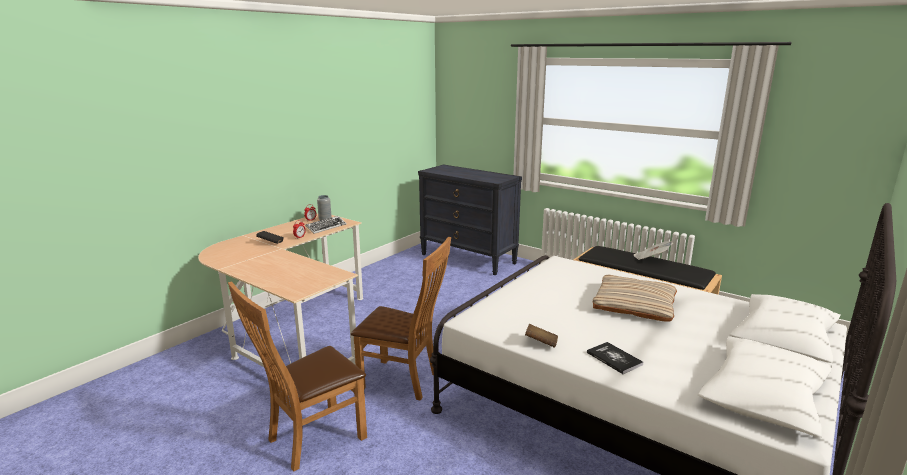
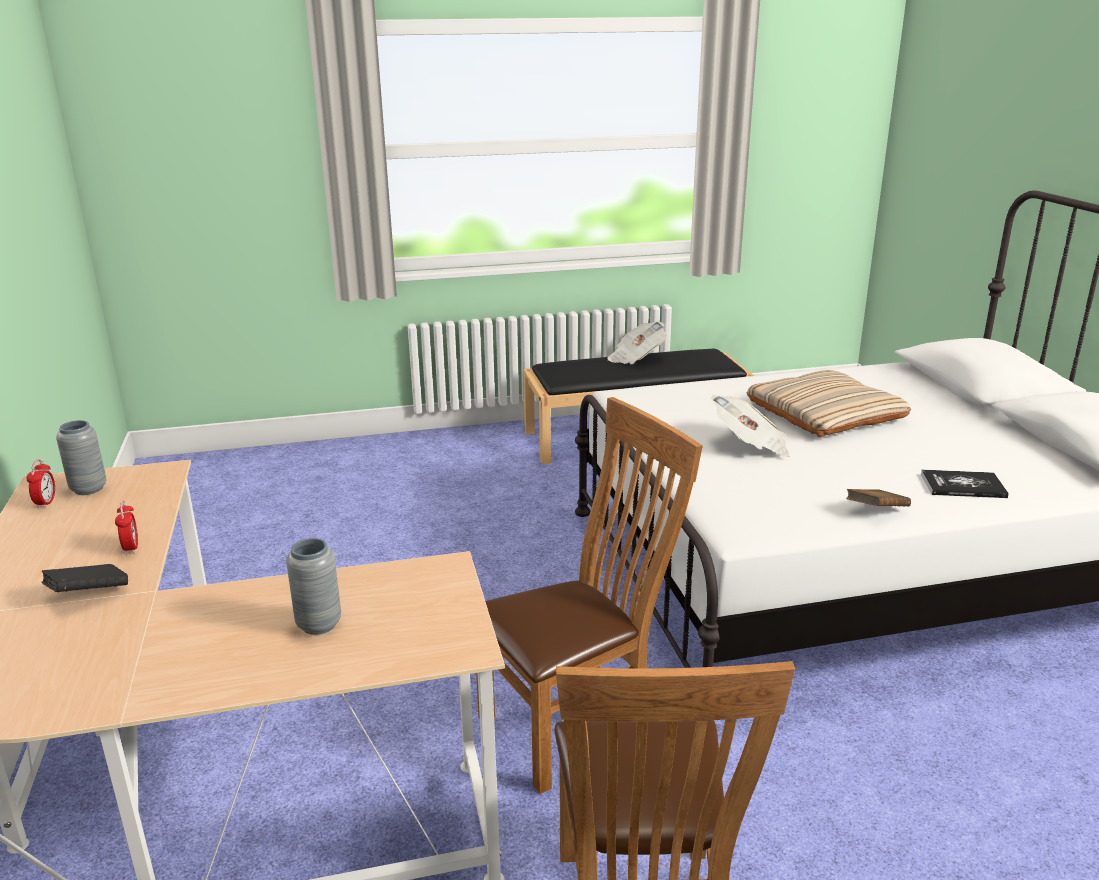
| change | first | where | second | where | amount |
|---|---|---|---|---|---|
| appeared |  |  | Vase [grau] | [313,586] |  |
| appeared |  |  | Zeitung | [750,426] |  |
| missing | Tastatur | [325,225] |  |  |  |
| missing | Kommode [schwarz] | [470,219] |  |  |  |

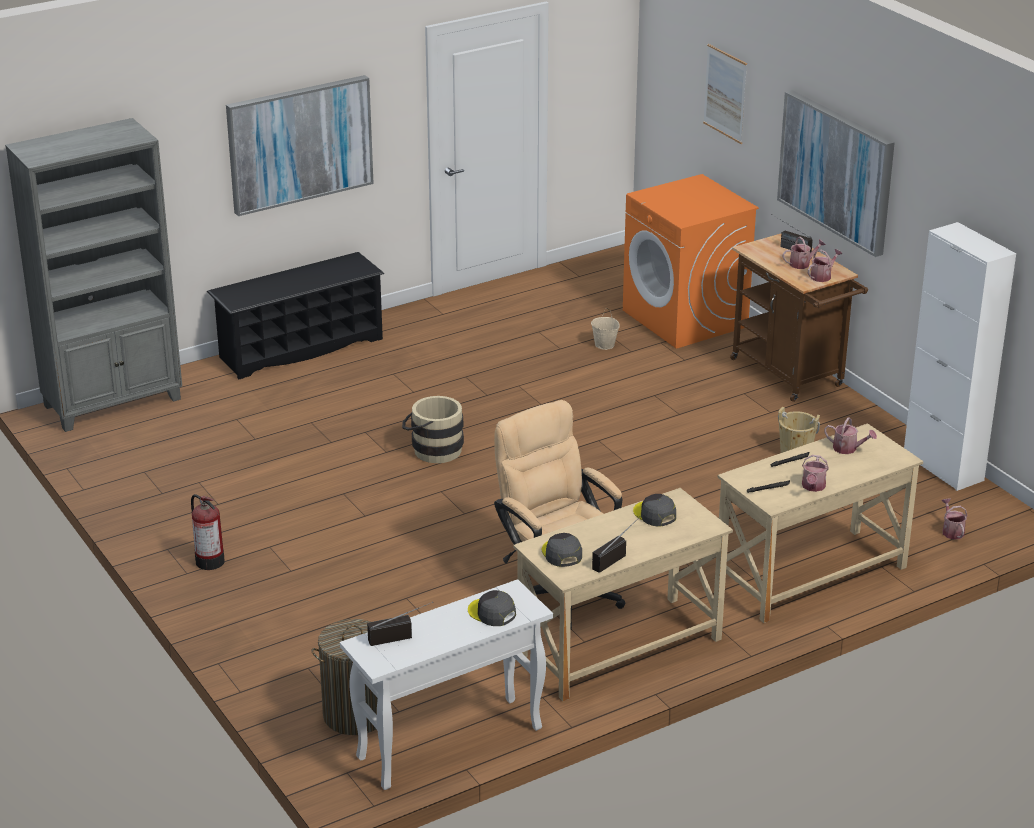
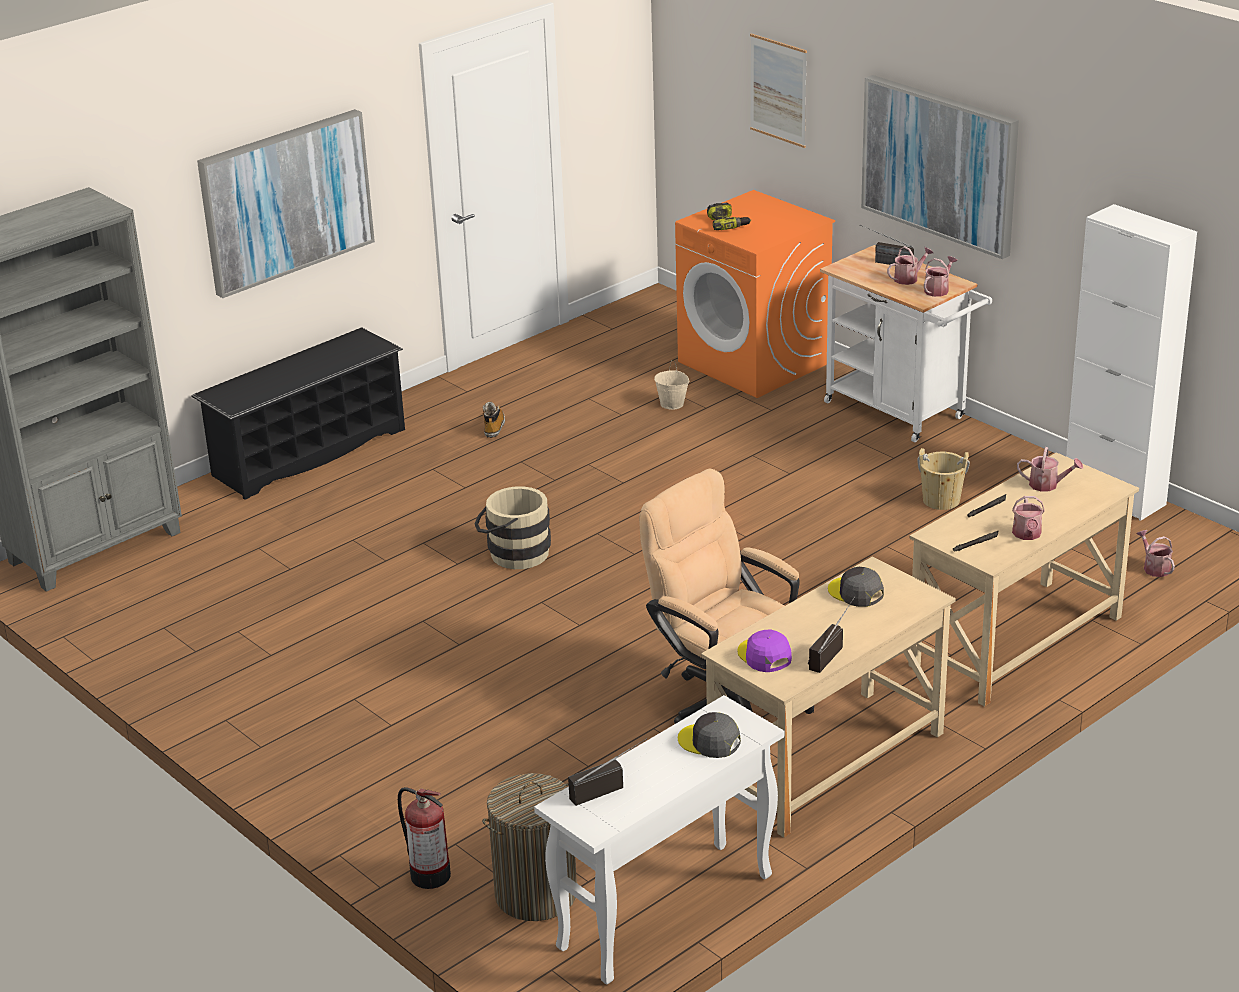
| change | first | where | second | where | amount |
|---|---|---|---|---|---|
| relocated | Feuerlöscher | [208,532] |  | [424,838] |  |
| appeared |  |  | Stiefel | [494,420] |  |
| appeared |  |  | Bohrmaschine | [729,216] |  |
| colour | Kappe [grau] | [562,550] | Kappe [lila] | [765,651] |  |
| colour | Rollwagen [braun] | [799,318] | Rollwagen [weiß] | [906,343] |  |

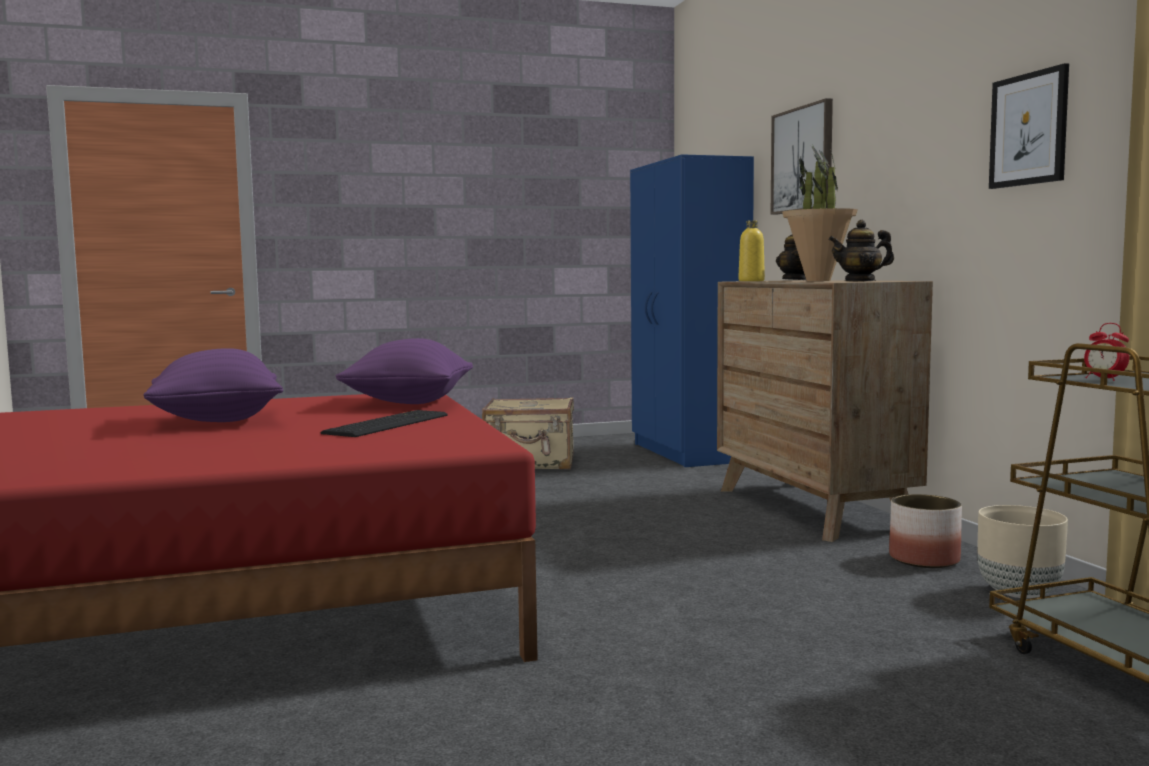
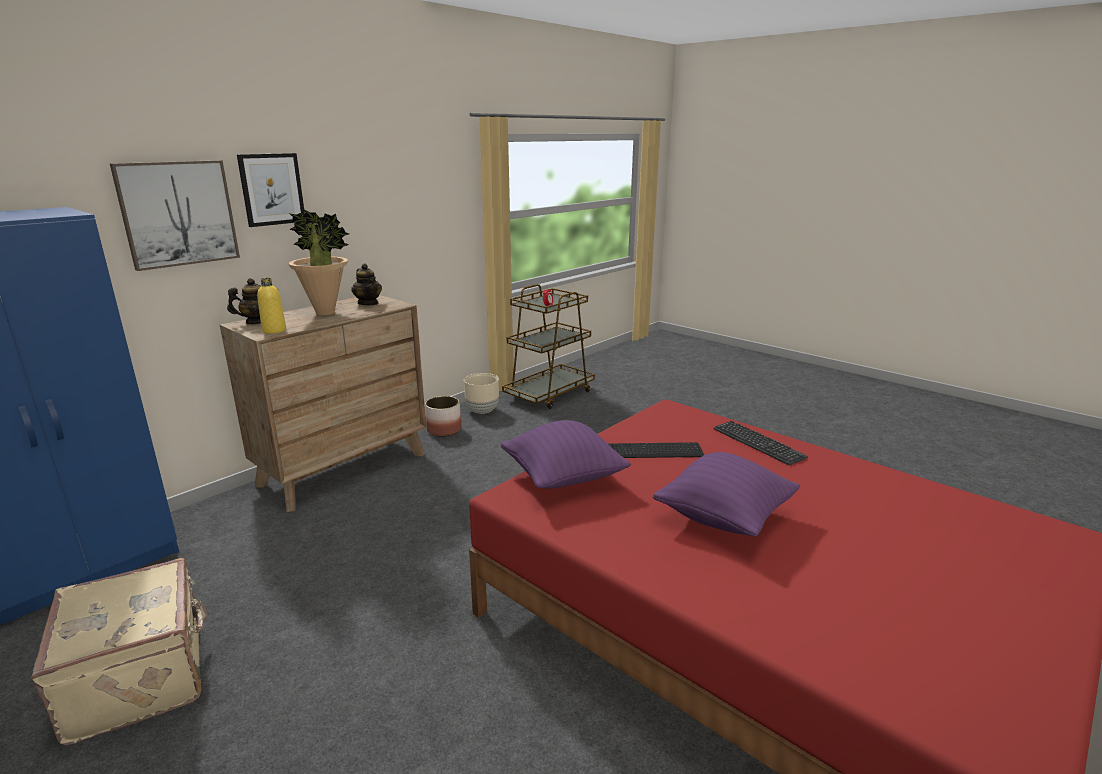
| change | first | where | second | where | amount |
|---|---|---|---|---|---|
| relocated | Bild | [1029,126] |  | [271,190] |  |
| appeared |  |  | Tastatur | [760,443] |  |

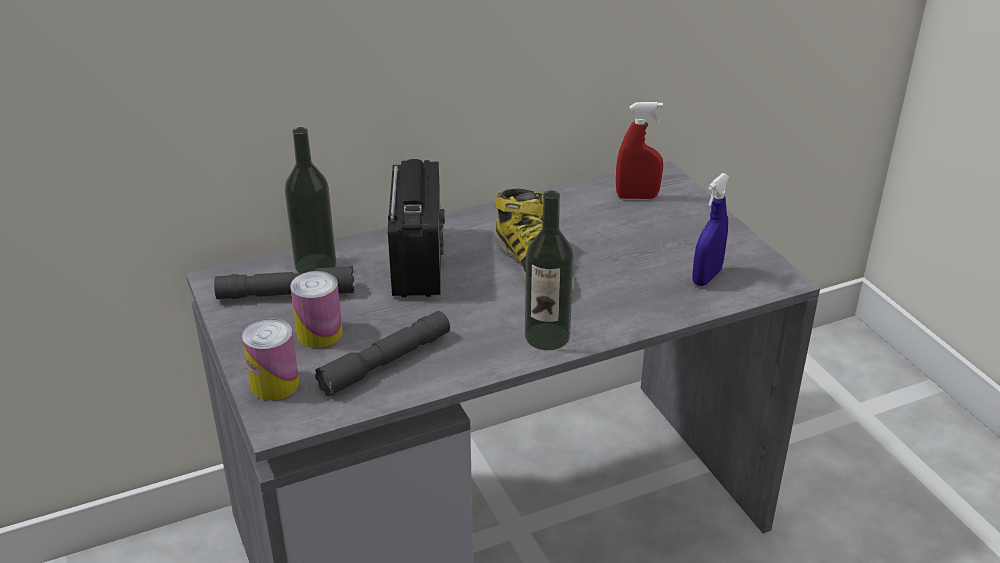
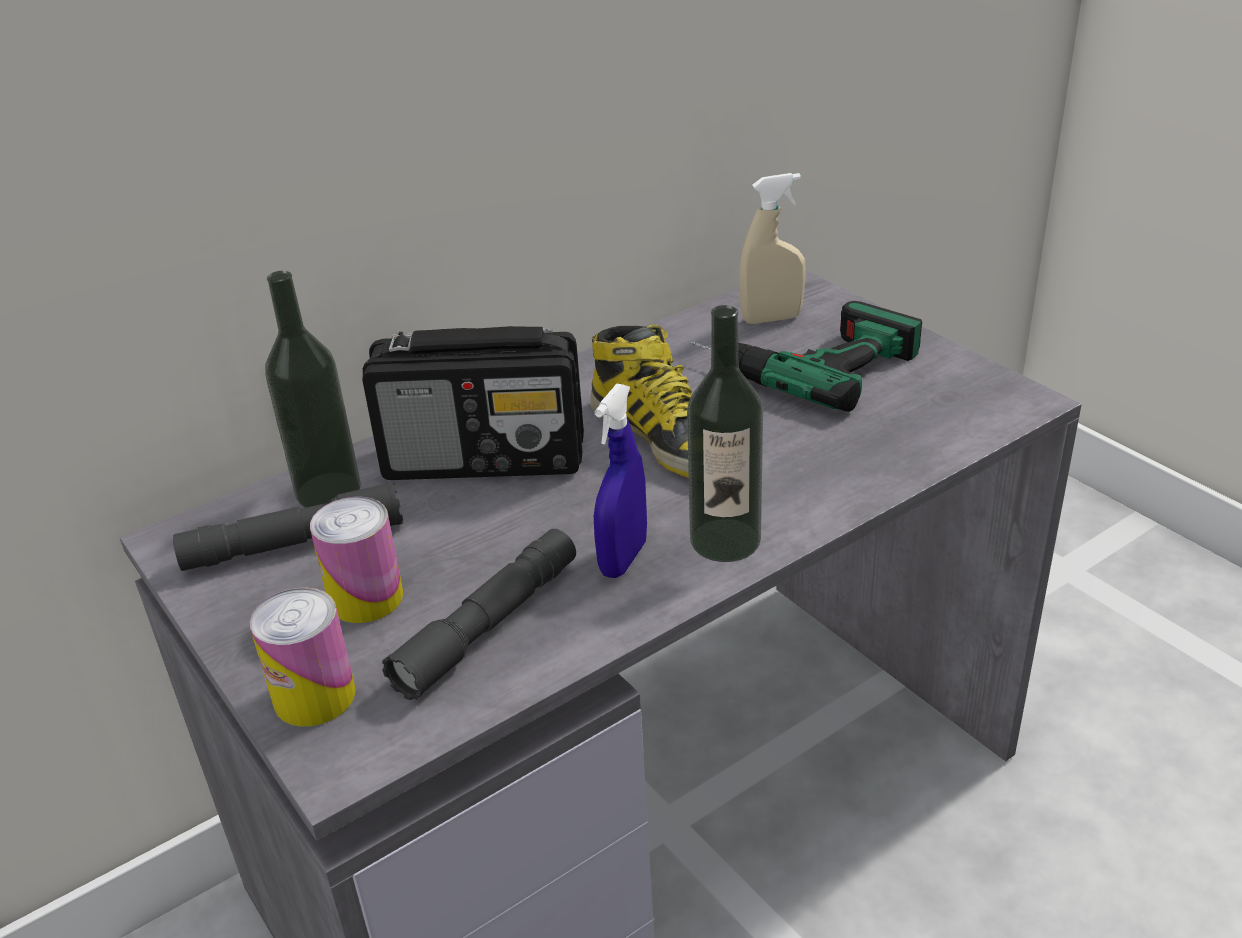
| change | first | where | second | where | amount |
|---|---|---|---|---|---|
| spun | Radio | [416,228] |  | [473,403] | 105 degrees clockwise |
| relocated | Sprühflasche [blau] | [711,229] |  | [620,481] |  |
| appeared |  |  | Bohrmaschine | [806,356] |  |
| colour | Sprühflasche [rot] | [639,150] | Sprühflasche [beige] | [772,248] |  |

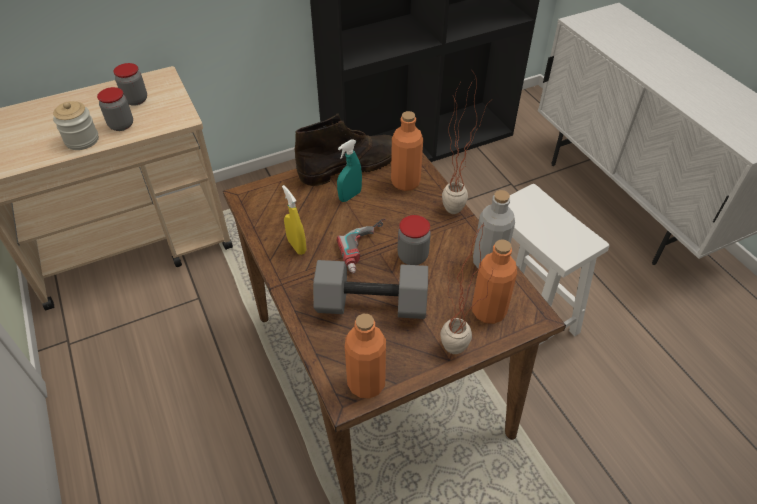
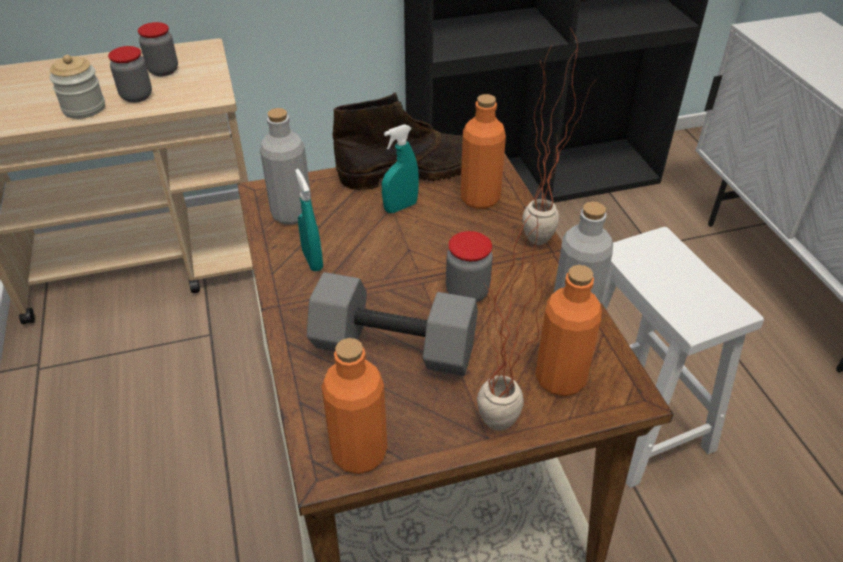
| change | first | where | second | where | amount |
|---|---|---|---|---|---|
| appeared |  |  | Flasche [grau] | [286,166] |  |
| colour | Sprühflasche [gelb] | [294,220] | Sprühflasche [türkis] | [309,220] |  |
| missing | Bohrmaschine | [361,246] |  |  |  |

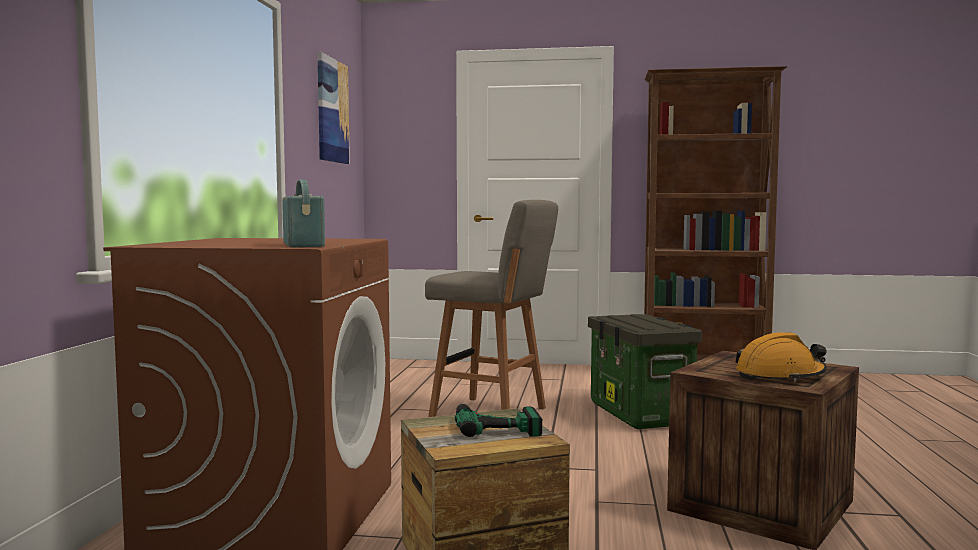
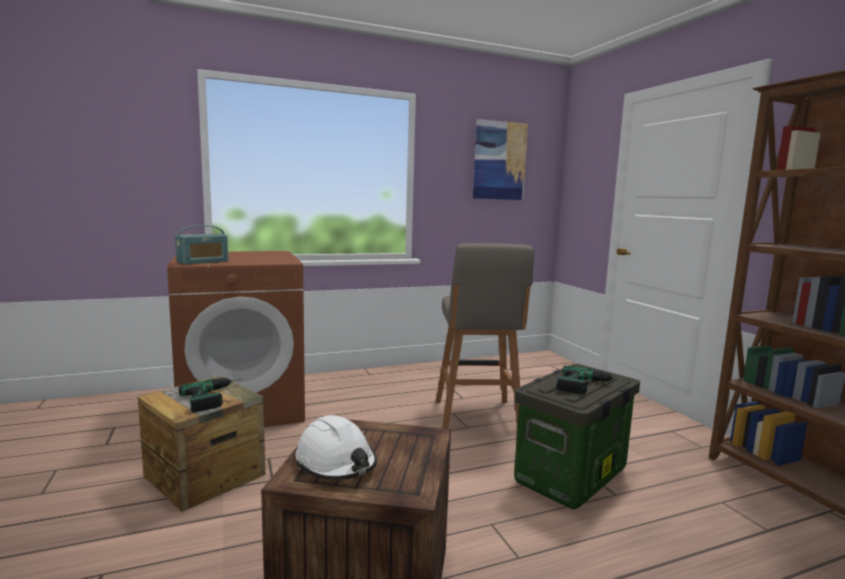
| change | first | where | second | where | amount |
|---|---|---|---|---|---|
| colour | Schutzhelm [orange] | [781,357] | Schutzhelm [weiß] | [336,447] |  |
| appeared |  |  | Bohrmaschine | [590,380] |  |

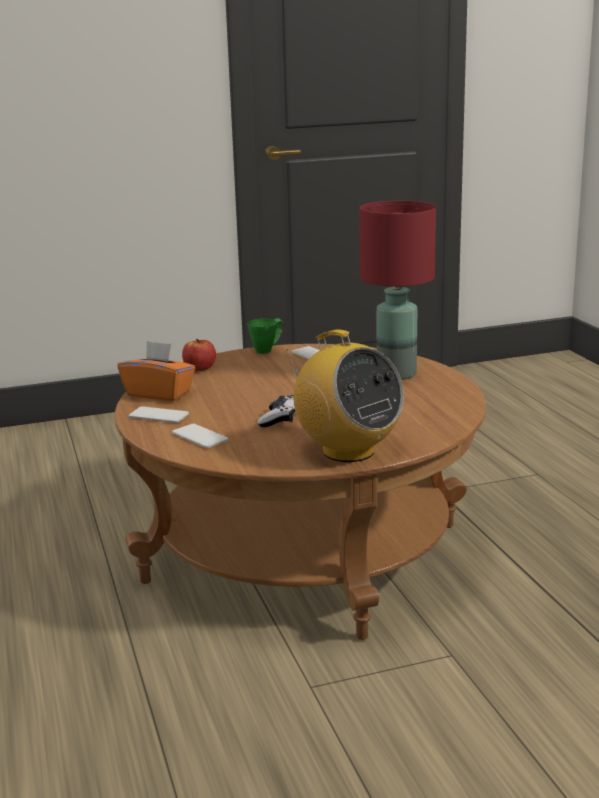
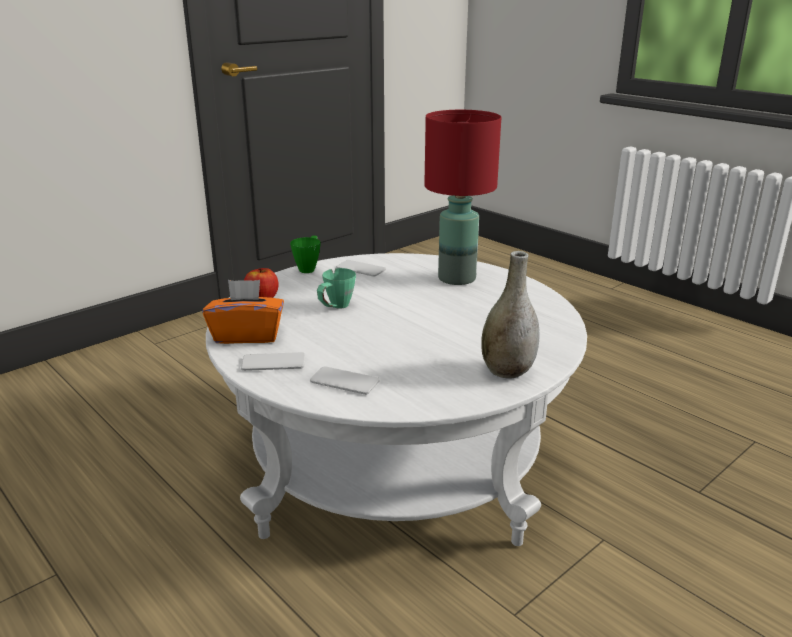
| change | first | where | second | where | amount |
|---|---|---|---|---|---|
| colour | Couchtisch [braun] | [300,492] | Couchtisch [weiß] | [396,399] |  |
| appeared |  |  | Henkelbecher [grün] | [336,288] |  |
| exchanged | Radio | [345,396] | Vase [grau] | [510,315] |  |
| missing | Gamepad | [276,411] |  |  |  |

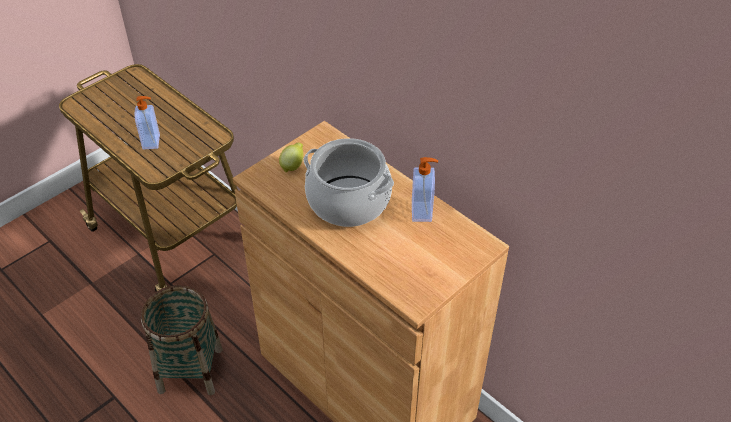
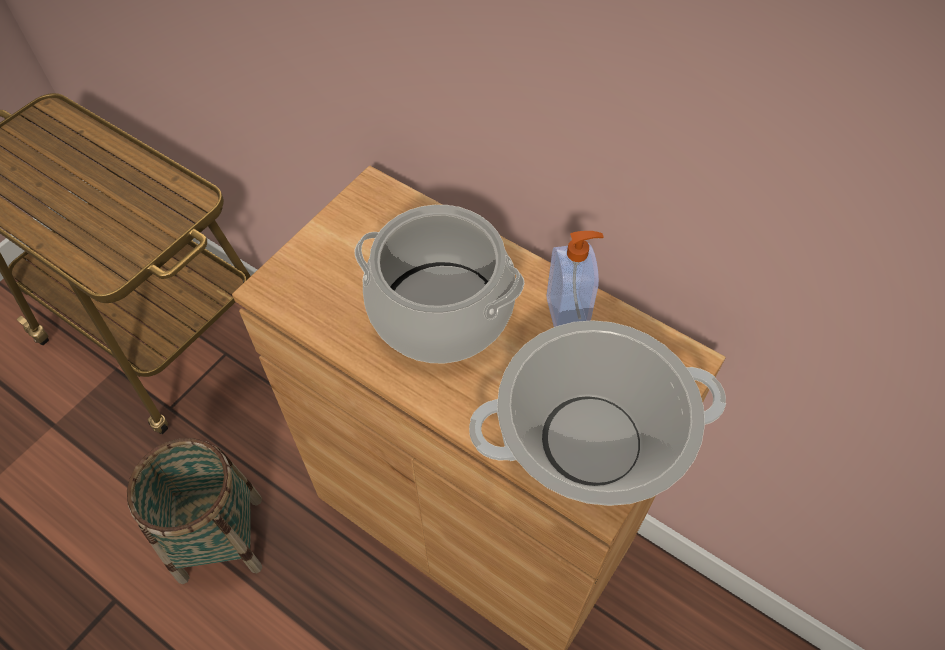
| change | first | where | second | where | amount |
|---|---|---|---|---|---|
| appeared |  |  | Kochtopf | [597,413] |  |
| missing | Seifenspender | [147,122] |  |  |  |
| missing | Zitrone | [291,157] |  |  |  |

